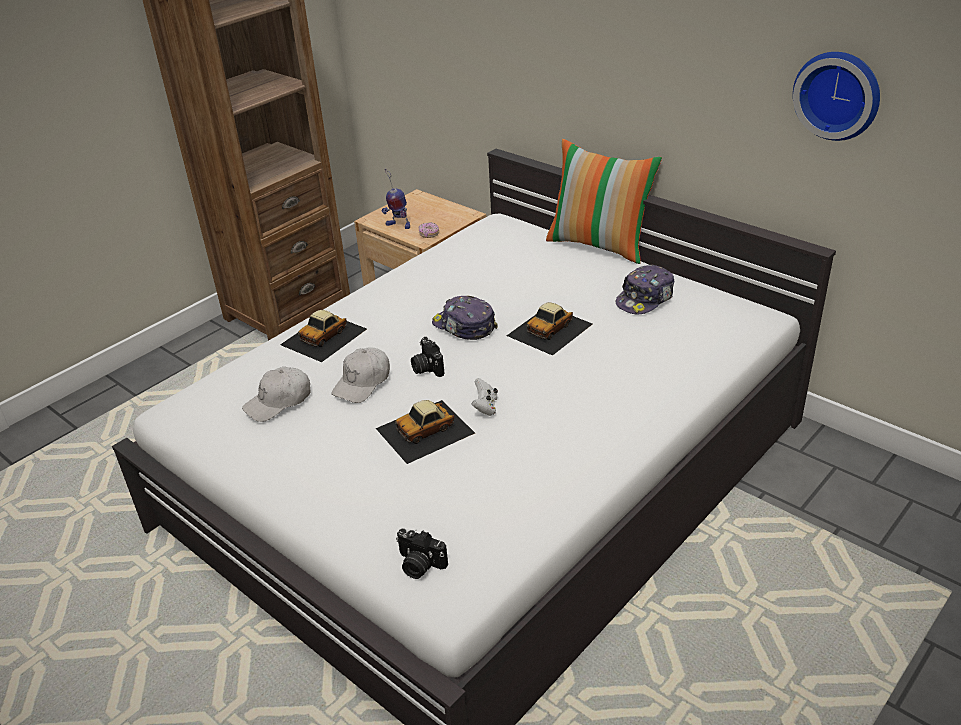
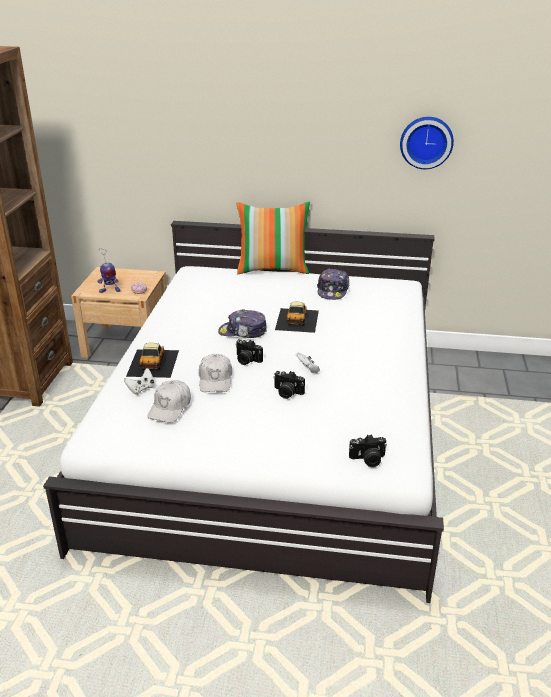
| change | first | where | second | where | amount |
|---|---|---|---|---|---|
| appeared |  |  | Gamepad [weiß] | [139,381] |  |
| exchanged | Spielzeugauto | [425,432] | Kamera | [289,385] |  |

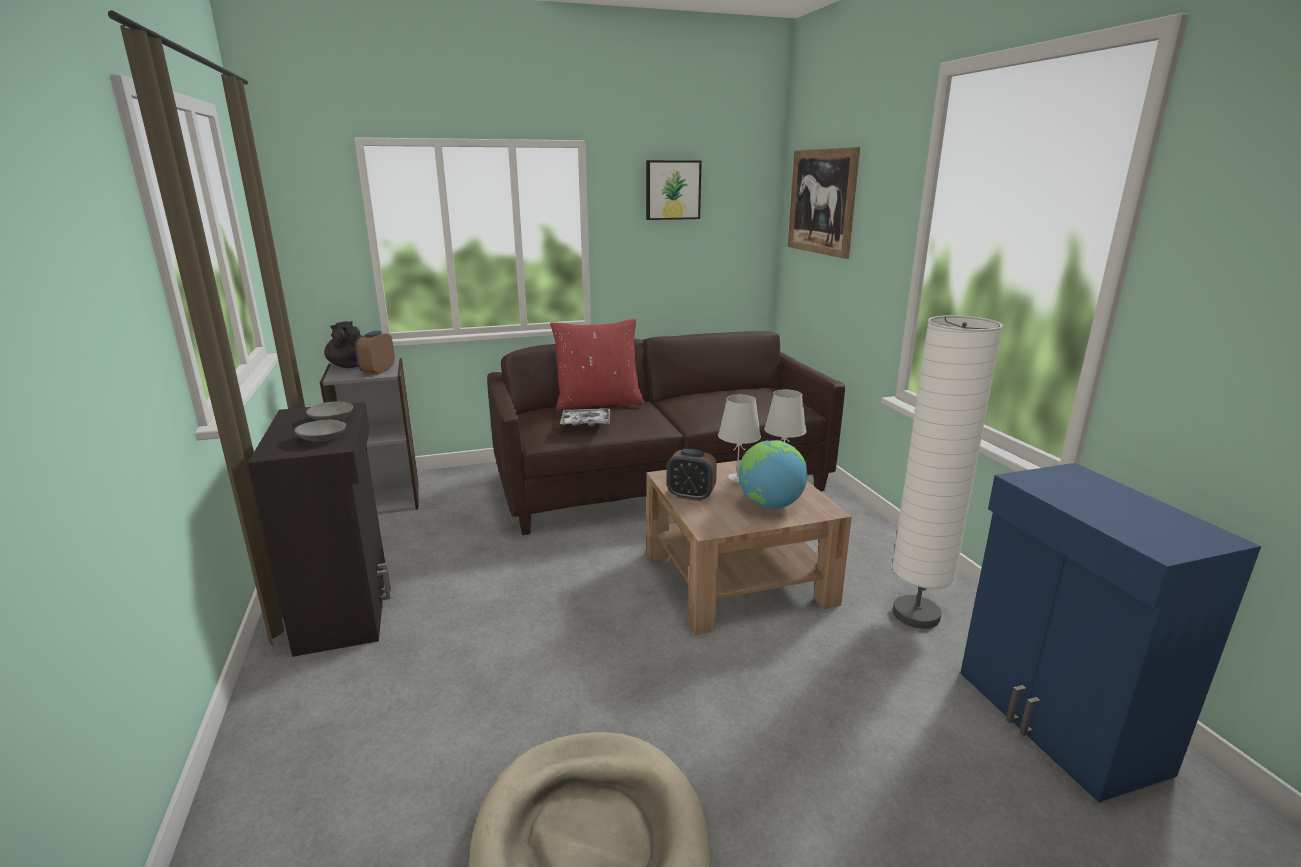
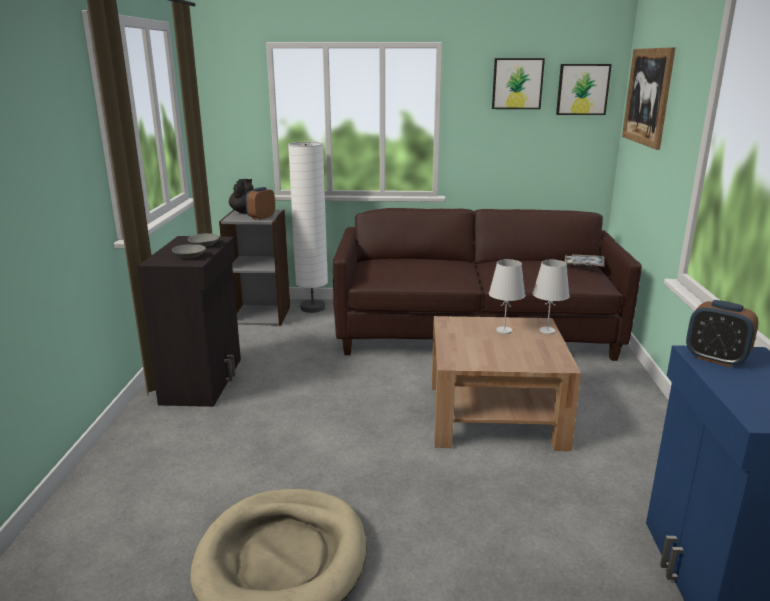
| change | first | where | second | where | amount |
|---|---|---|---|---|---|
| relocated | Stehlampe [weiß] | [947,472] |  | [308,227] |  |
| appeared |  |  | Bild | [584,89] |  |
| relocated | Tablett | [585,417] |  | [584,261] |  |
| relocated | Wecker | [692,475] |  | [722,333] |  |
| missing | Kissen [rot] | [597,365] |  |  |  |
| missing | Globus | [773,474] |  |  |  |

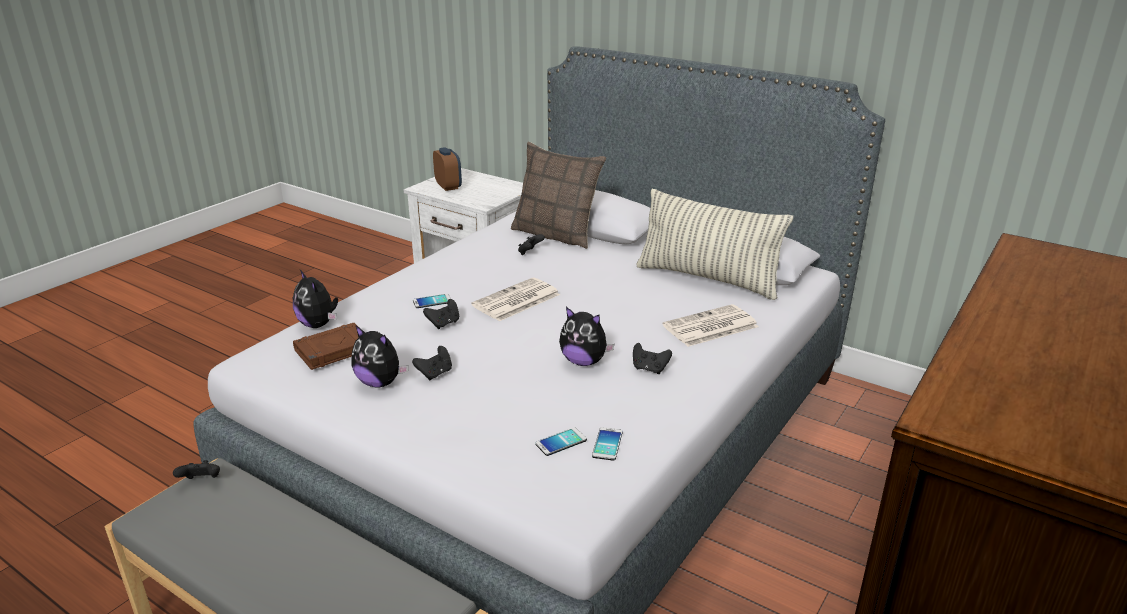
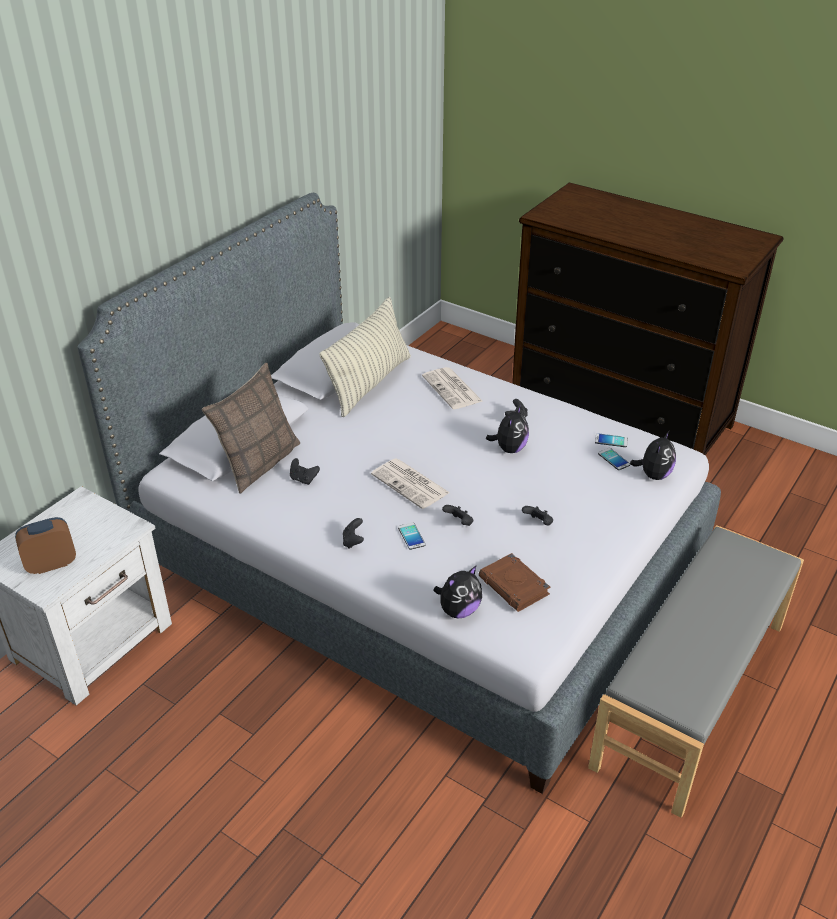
| change | first | where | second | where | amount |
|---|---|---|---|---|---|
| relocated | Gamepad [schwarz] | [196,469] |  | [353,533] |  |
| relocated | Plüschtier | [379,357] |  | [653,455] |  |

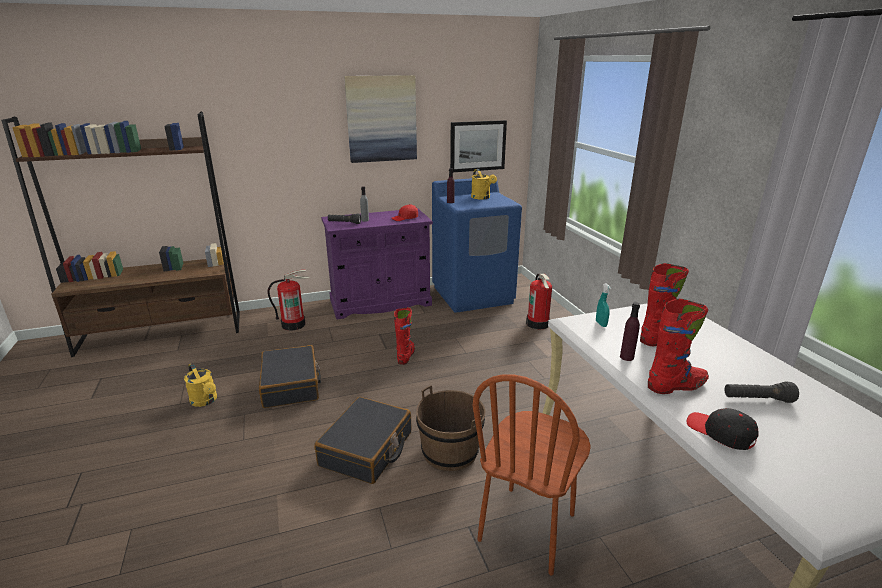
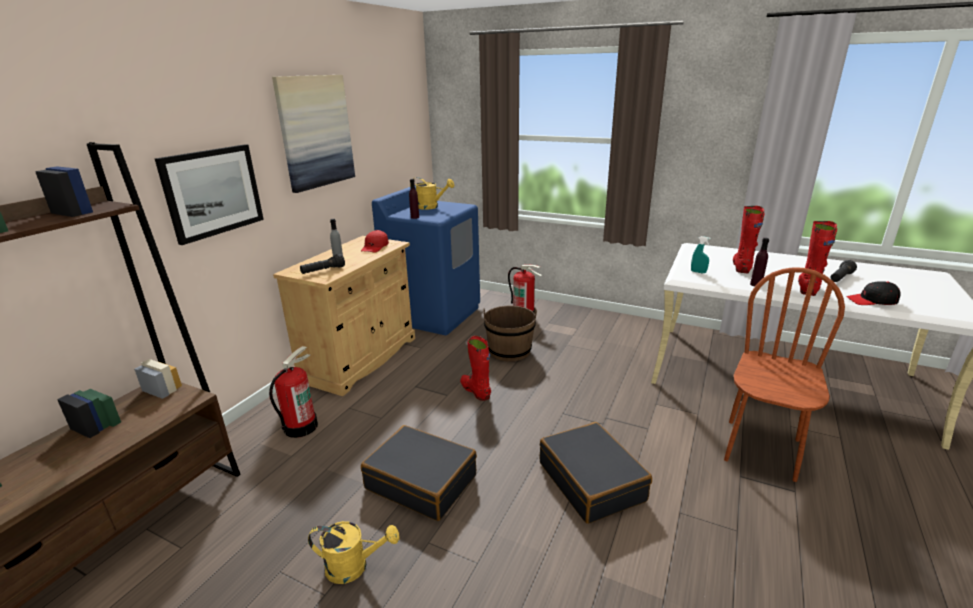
| change | first | where | second | where | amount |
|---|---|---|---|---|---|
| relocated | Bild | [478,146] |  | [209,194] |  |
| colour | Schrank [lila] | [377,264] | Schrank [beige] | [344,316] |  |
| relocated | Eimer [braun] | [450,428] |  | [510,333] |  |
| spun | Stuhl [braun] | [532,475] |  | [784,374] | 135 degrees counterclockwise |

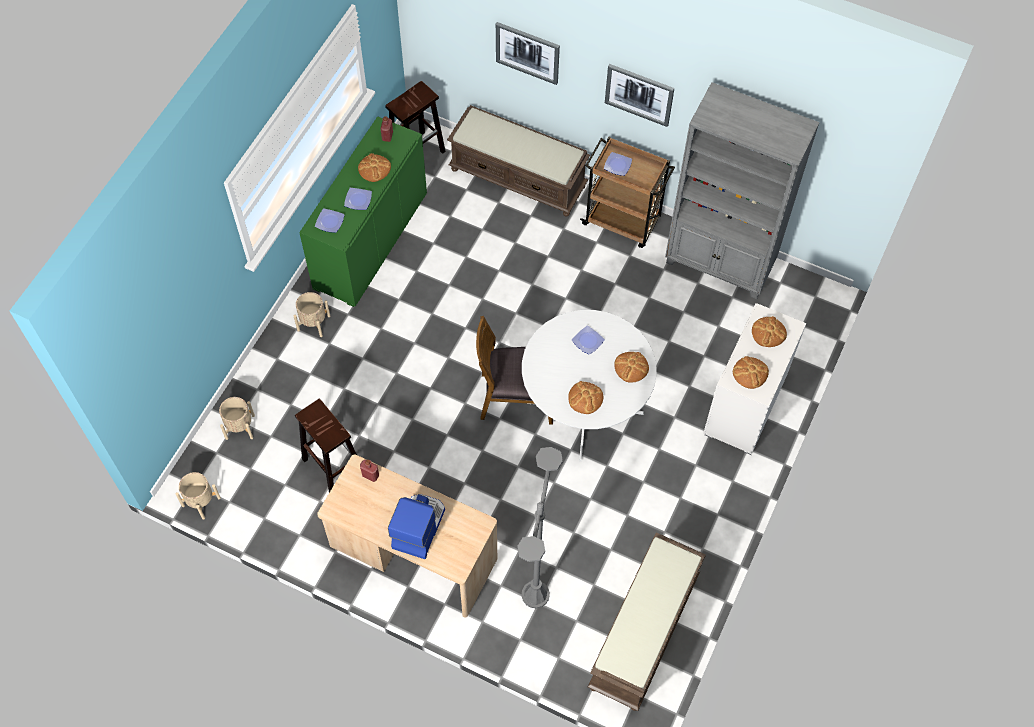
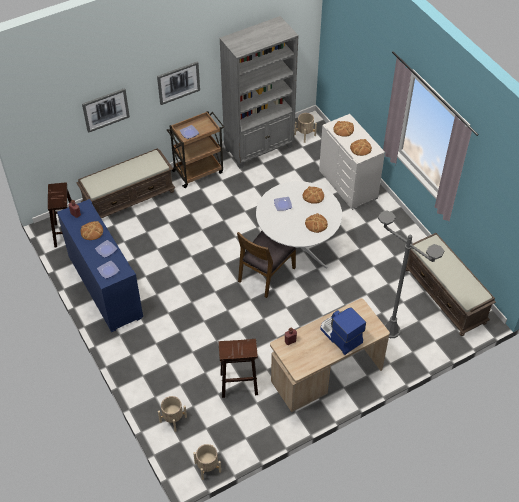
| change | first | where | second | where | amount |
|---|---|---|---|---|---|
| colour | Schrank [grün] | [363,211] | Schrank [blau] | [100,265] |  |
| relocated | Pflanzkübel [beige] | [312,314] |  | [305,128] |  |

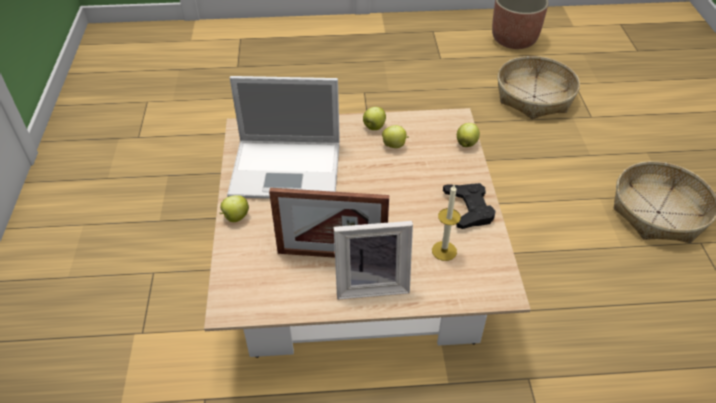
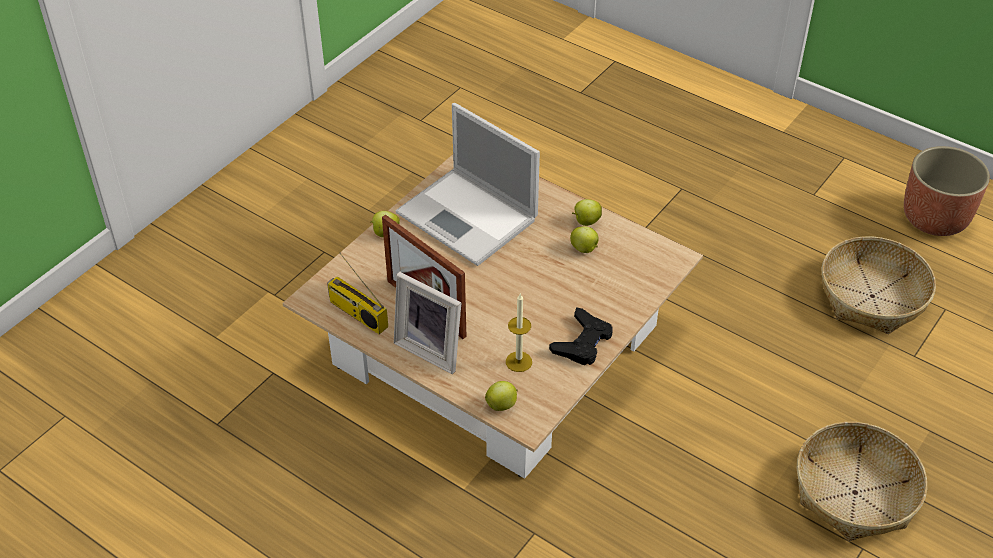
| change | first | where | second | where | amount |
|---|---|---|---|---|---|
| appeared |  |  | Radio | [357,293] |  |
| relocated | Apfel | [468,135] |  | [501,396] |  |

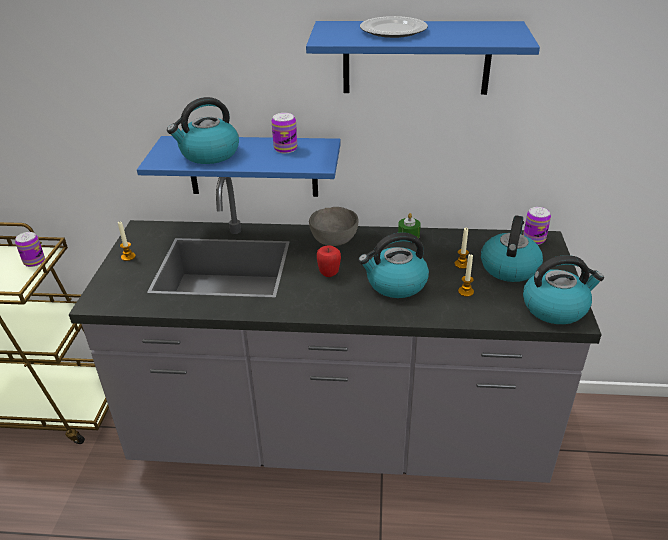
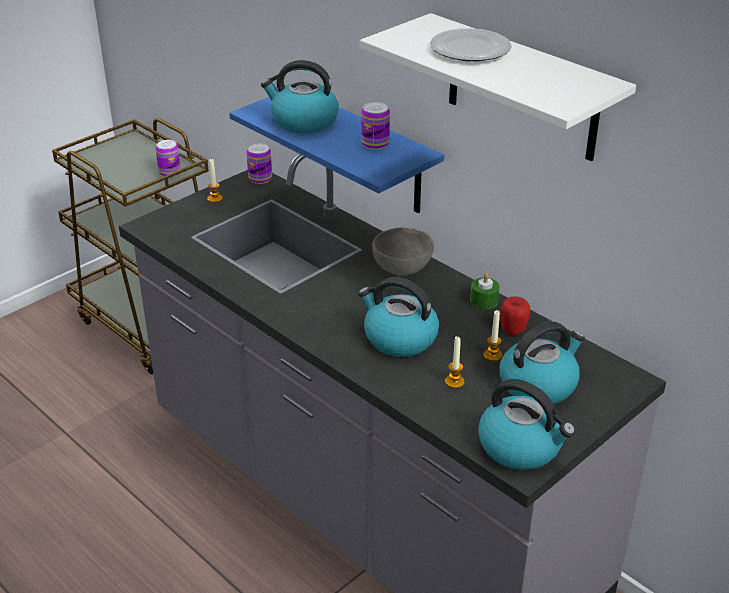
| change | first | where | second | where | amount |
|---|---|---|---|---|---|
| relocated | Dose | [537,226] |  | [259,163] |  |
| colour | Wandregal [blau] | [423,58] | Wandregal [weiß] | [498,87] |  |
| relocated | Apfel | [329,261] |  | [515,315] |  |

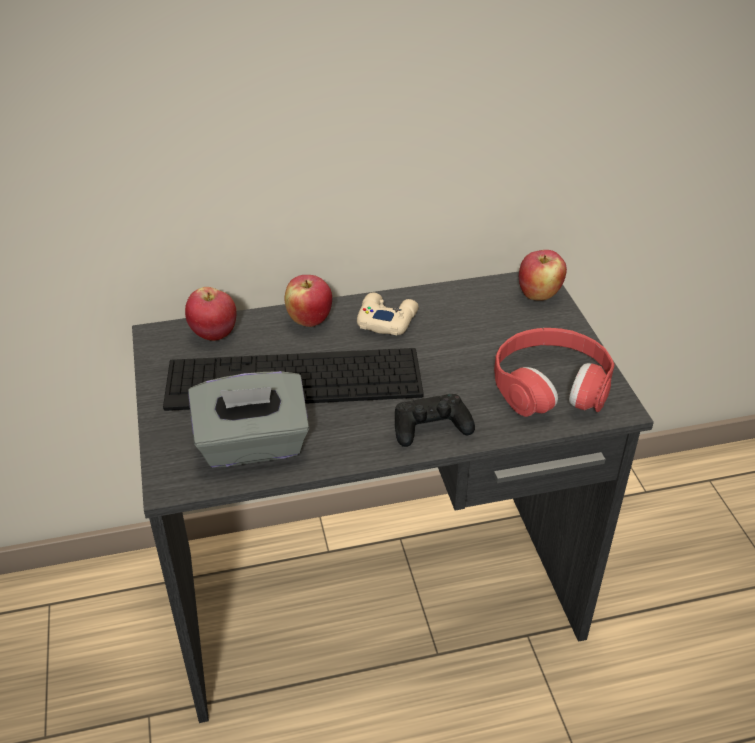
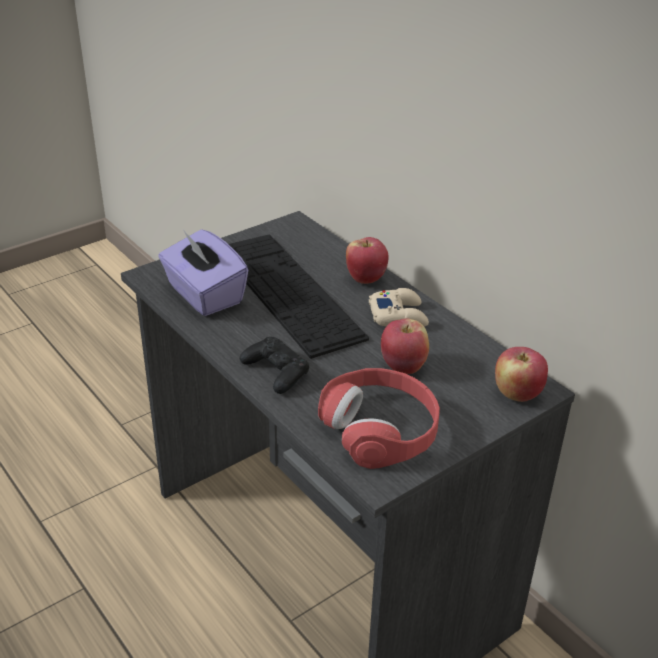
| change | first | where | second | where | amount |
|---|---|---|---|---|---|
| colour | Taschentuchbox [grau] | [248,419] | Taschentuchbox [lila] | [203,272] |  |
| relocated | Apfel | [211,314] |  | [405,346] |  |

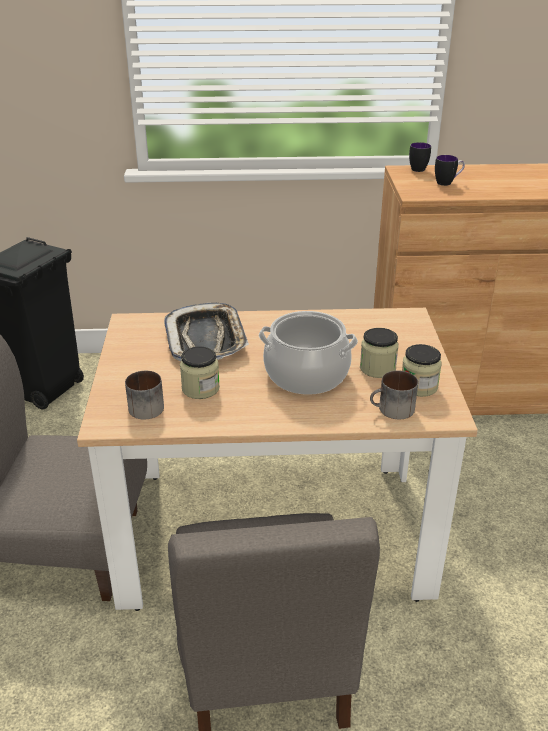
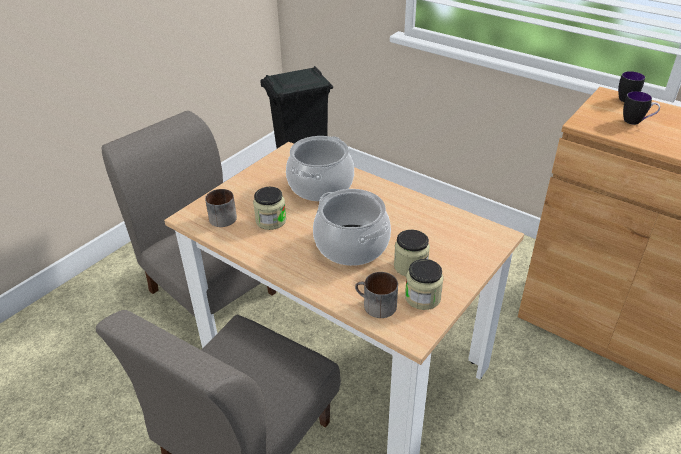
| change | first | where | second | where | amount |
|---|---|---|---|---|---|
| exchanged | Tablett | [206,332] | Kochtopf | [320,168] |  |

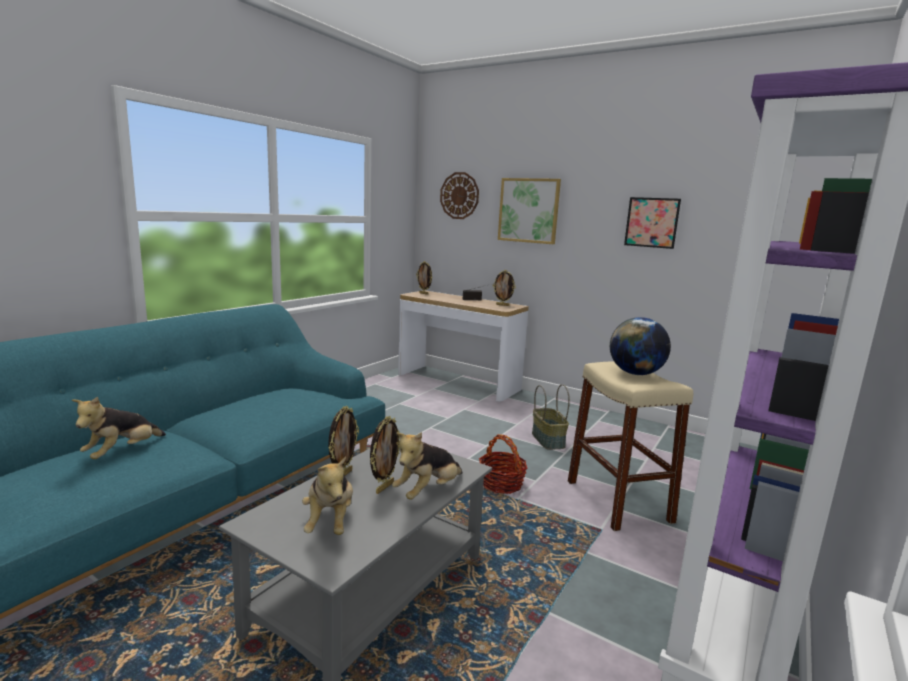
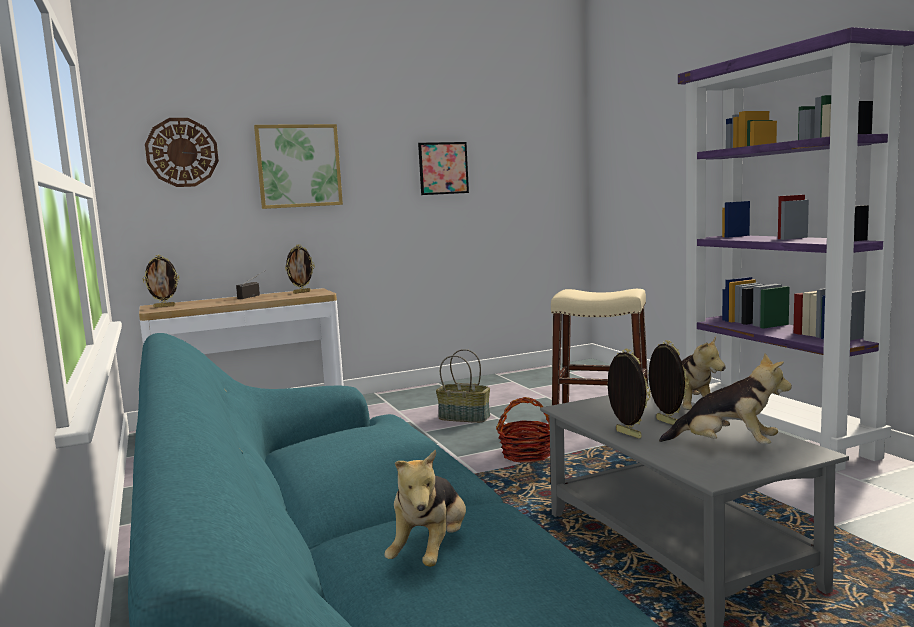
| change | first | where | second | where | amount |
|---|---|---|---|---|---|
| spun | Plüschtier | [119,428] |  | [425,508] | 45 degrees clockwise |
| missing | Globus | [640,346] |  |  |  |

